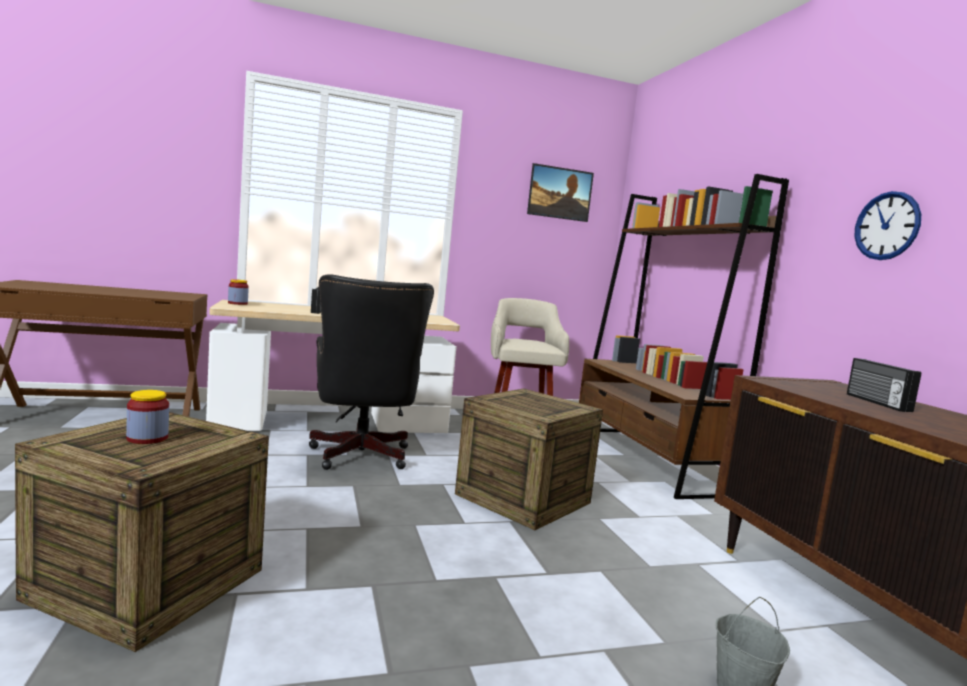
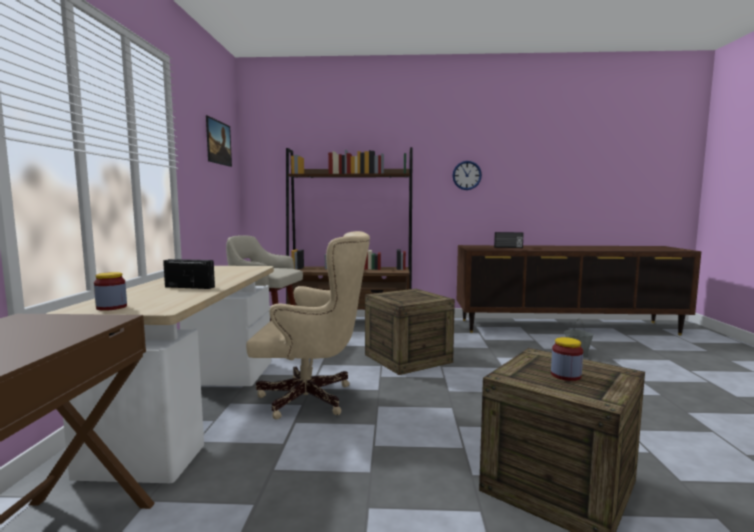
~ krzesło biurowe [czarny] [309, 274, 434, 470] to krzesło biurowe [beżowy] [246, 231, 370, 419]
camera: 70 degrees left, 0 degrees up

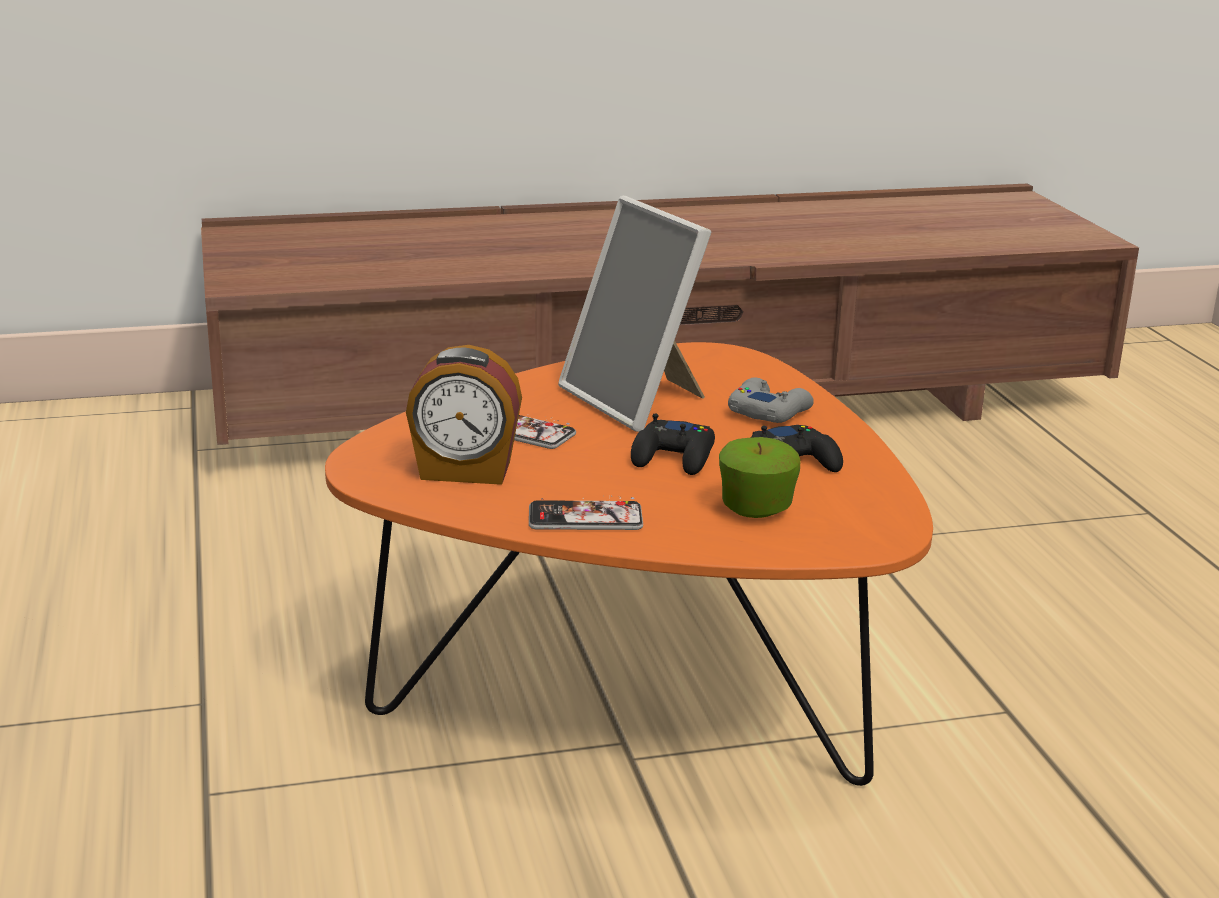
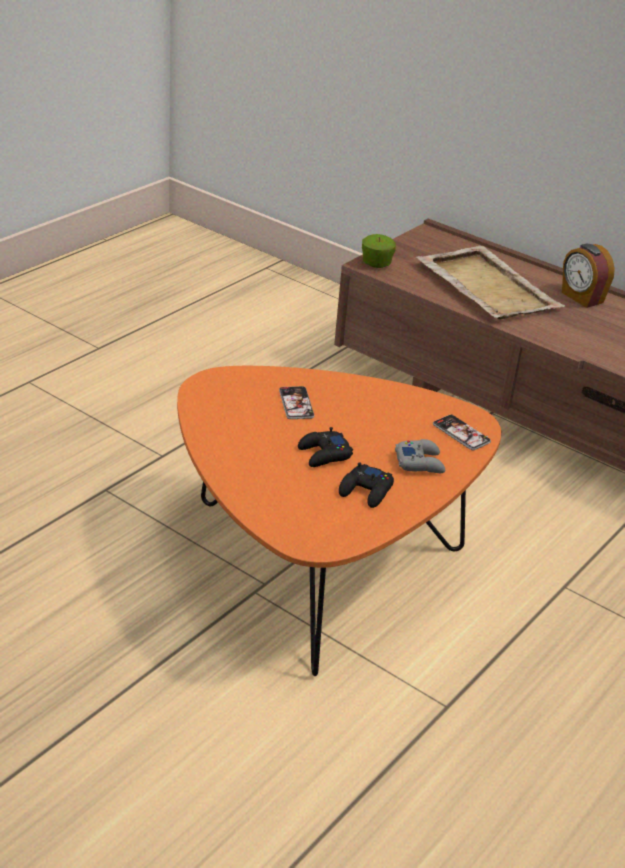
~ jabłko [719, 437, 801, 518] to [362, 234, 396, 268]
+ taca [beżowy] [416, 246, 565, 319]
~ telefon [529, 495, 643, 530] to [433, 415, 491, 450]
~ budzik [406, 345, 522, 485] to [562, 244, 615, 308]
- ramka na zdjęcie [558, 196, 711, 432]
camera: 50 degrees right, 10 degrees up

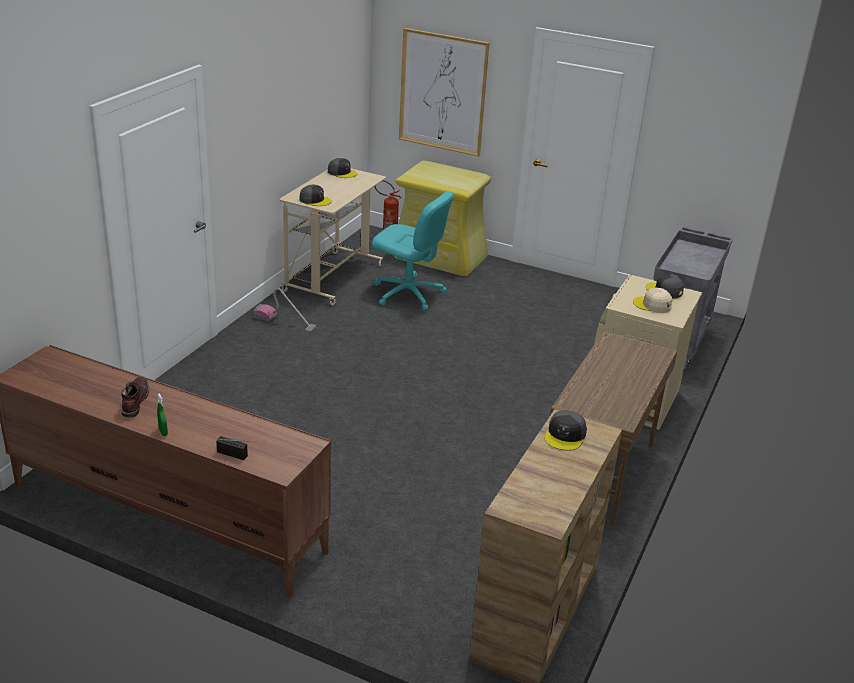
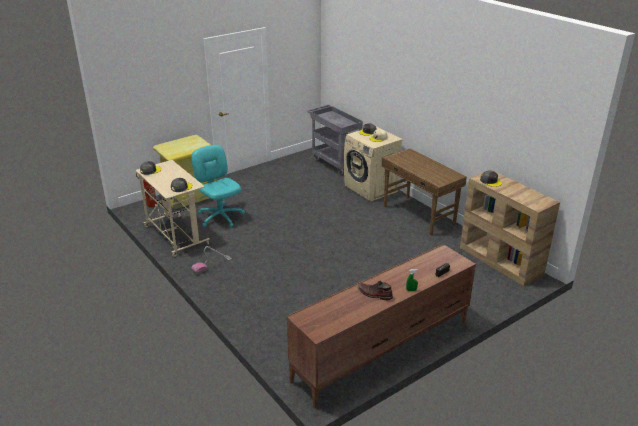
~ krzesło biurowe [turkusowy] [372, 191, 454, 311] = [192, 145, 245, 227] 90 degrees counterclockwise
- obraz [399, 28, 489, 157]
camera: 60 degrees left, 0 degrees up

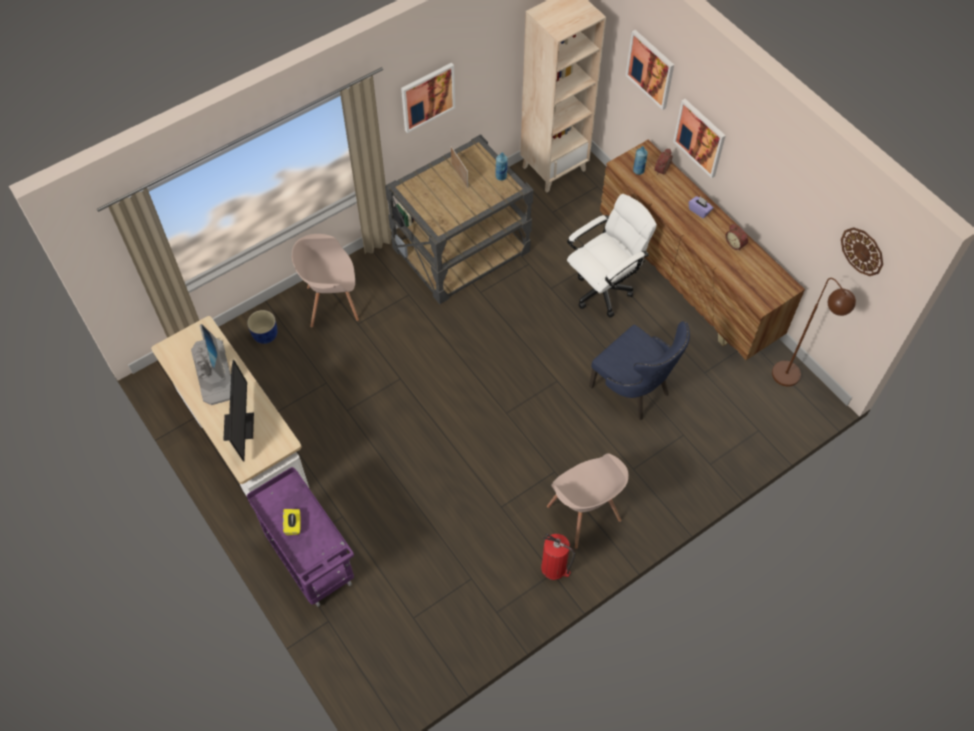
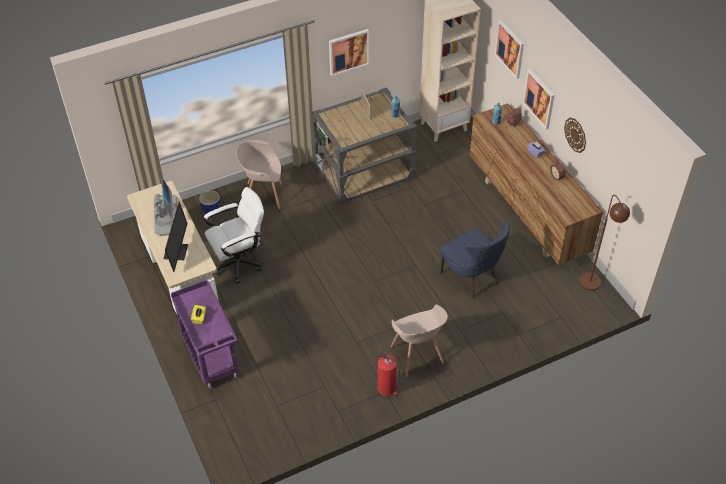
~ krzesło biurowe [biały] [567, 194, 657, 317] to [204, 187, 264, 284]
~ zegar ścienny [841, 227, 883, 276] to [564, 118, 586, 153]
camera: 10 degrees right, 10 degrees down

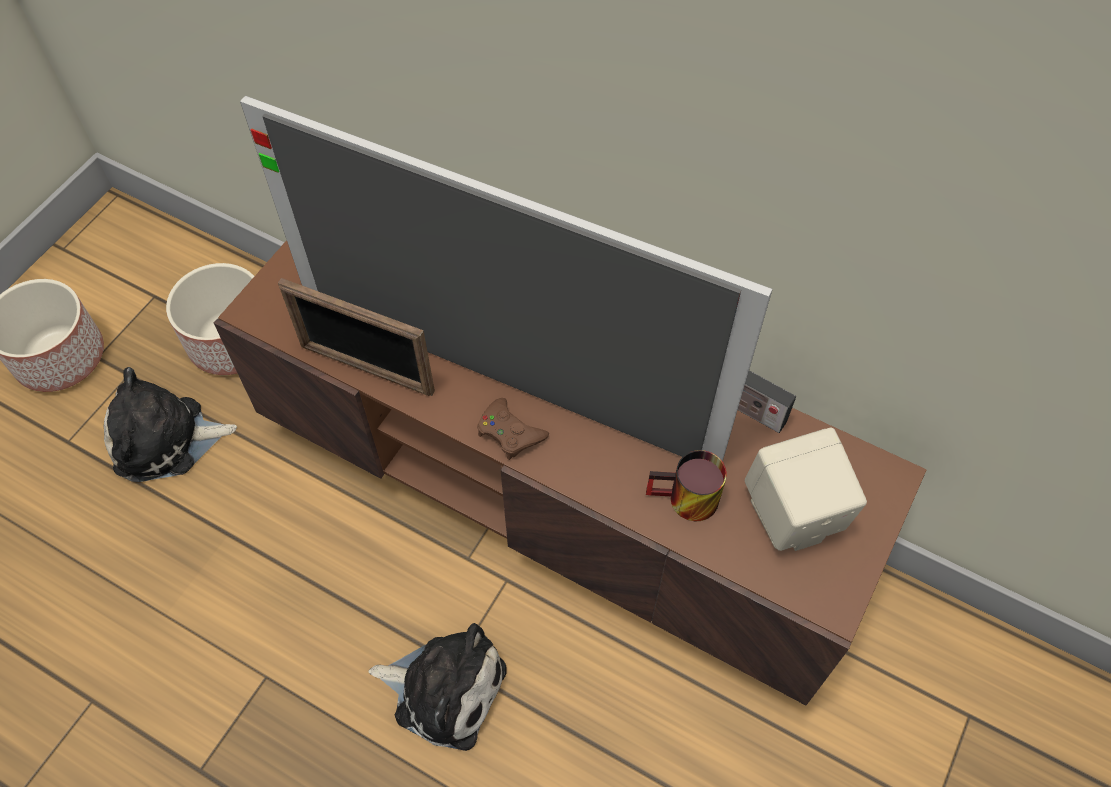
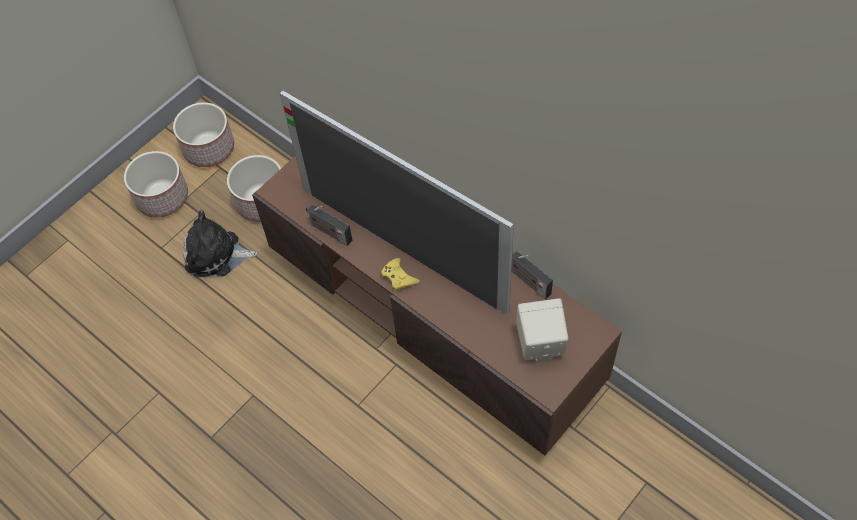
+ donica [173, 102, 234, 167]
~ ramka na zdjęcie [278, 278, 435, 396] to radio [306, 204, 352, 246]
~ pad do gier [brązowy] [477, 398, 549, 460] to pad do gier [żółty] [381, 258, 420, 292]
- pluszak [369, 623, 507, 751]
- kubek [646, 450, 727, 521]
camera: 15 degrees right, 0 degrees up

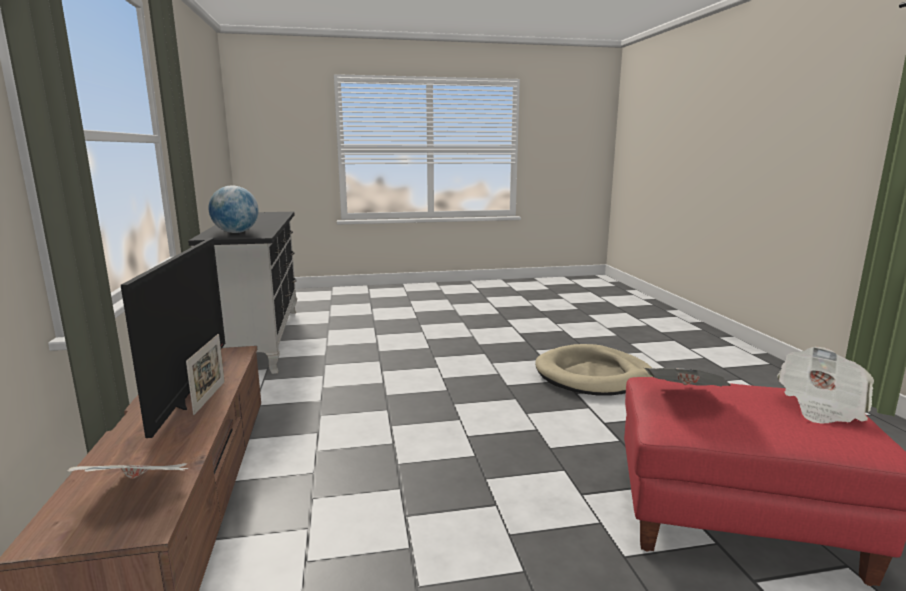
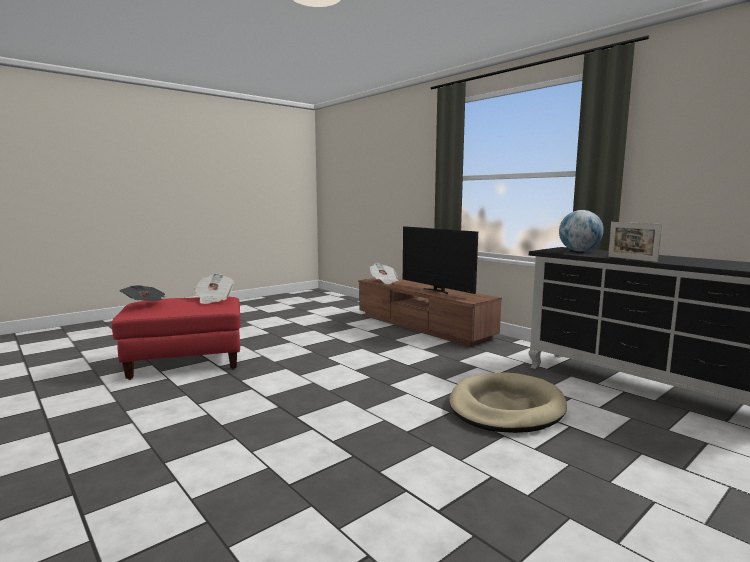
~ legowisko [beżowy] [535, 344, 654, 396] to [449, 373, 567, 433]
~ ramka na zdjęcie [186, 334, 225, 415] to [608, 222, 662, 262]
camera: 150 degrees right, 5 degrees down

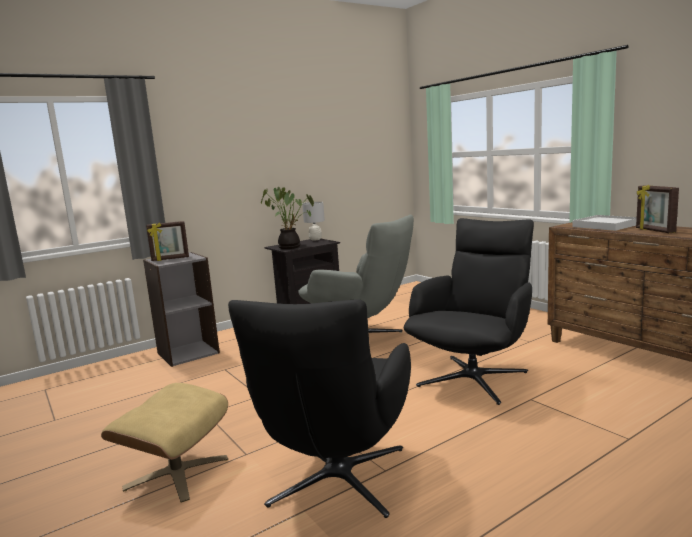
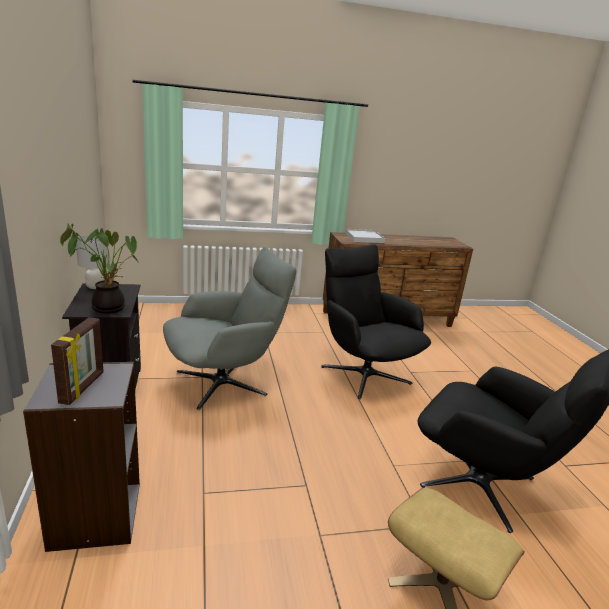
- ramka na zdjęcie [636, 185, 679, 233]
camera: 70 degrees left, 10 degrees up

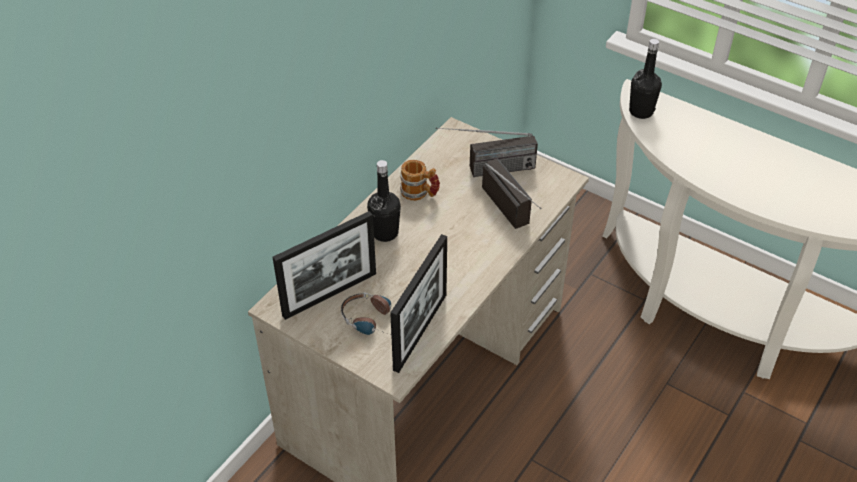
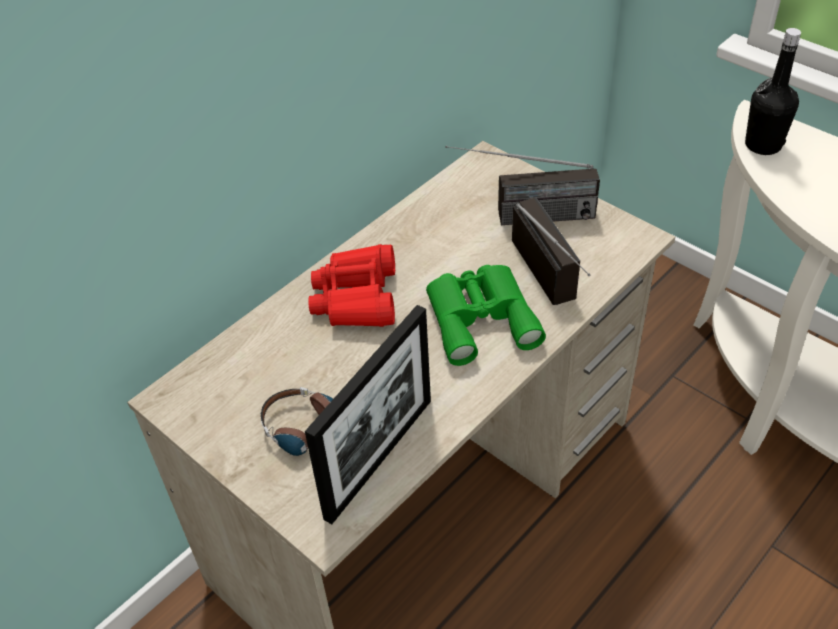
~ butelka [czarny] [367, 160, 401, 242] to lornetka [czerwony] [308, 244, 395, 327]
+ lornetka [zielony] [426, 265, 546, 366]
- ramka na zdjęcie [273, 211, 376, 320]
- kubek [400, 160, 440, 201]
camera: 10 degrees right, 0 degrees up

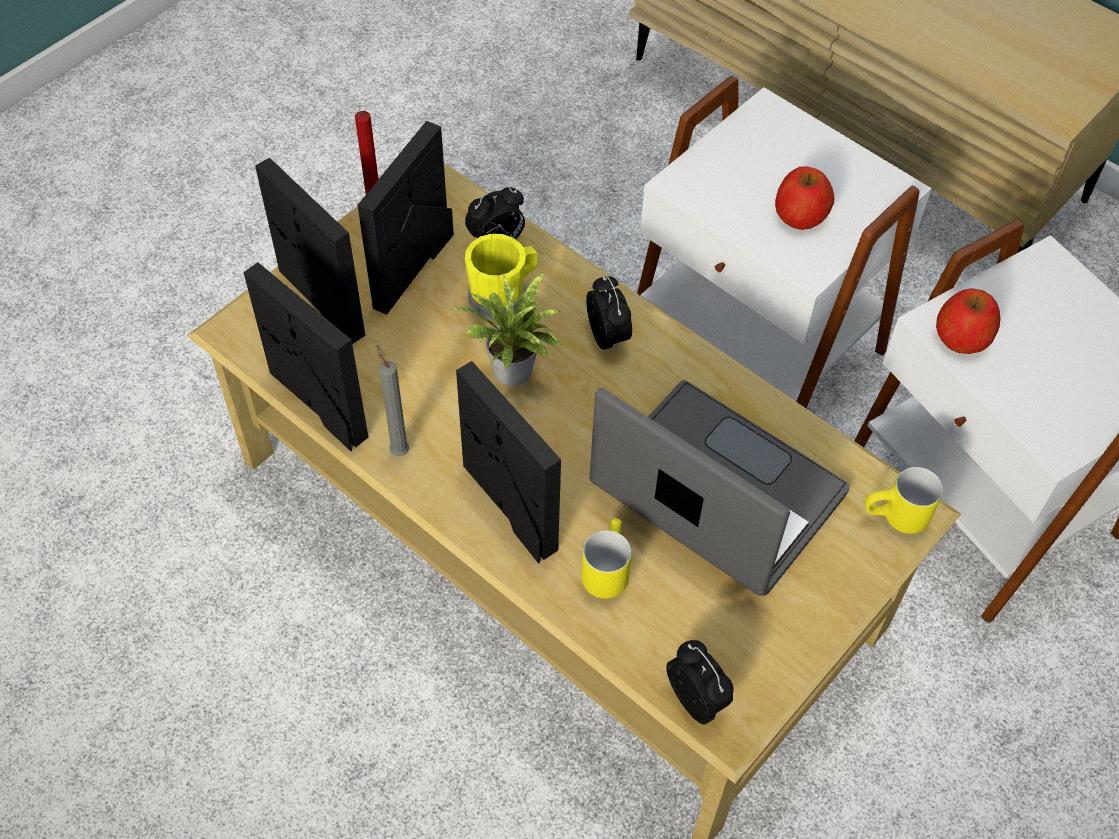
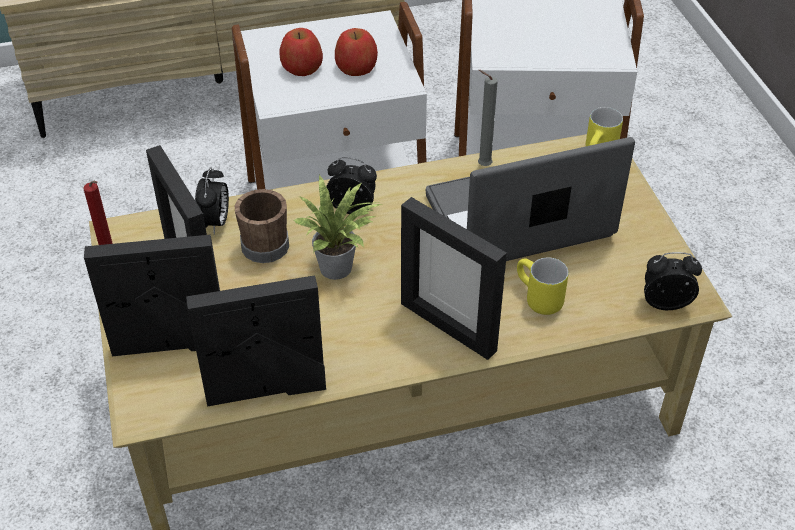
~ kubek [żółty] [465, 234, 537, 320] to kubek [brązowy] [235, 189, 289, 263]
~ jabłko [936, 288, 1000, 354] to [280, 28, 323, 76]
~ ramka na zdjęcie [456, 361, 561, 564] = [401, 197, 507, 360] 135 degrees counterclockwise
~ świeca [szary] [377, 345, 409, 457] to [478, 70, 498, 166]
camera: 55 degrees left, 10 degrees down

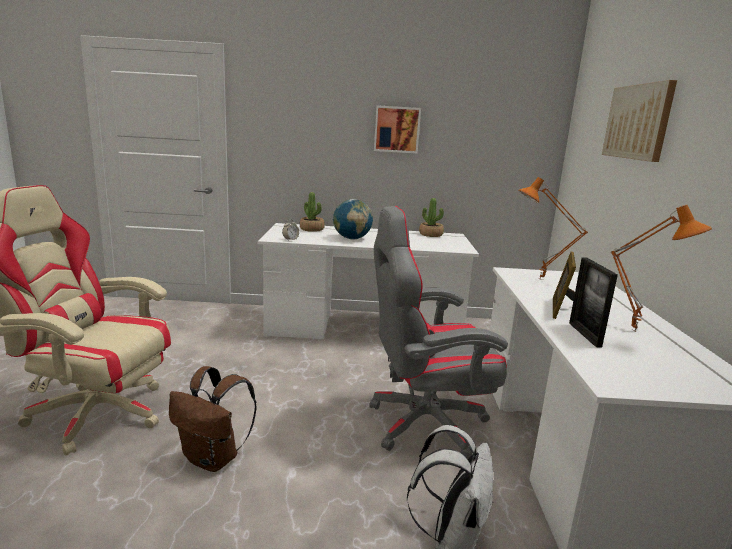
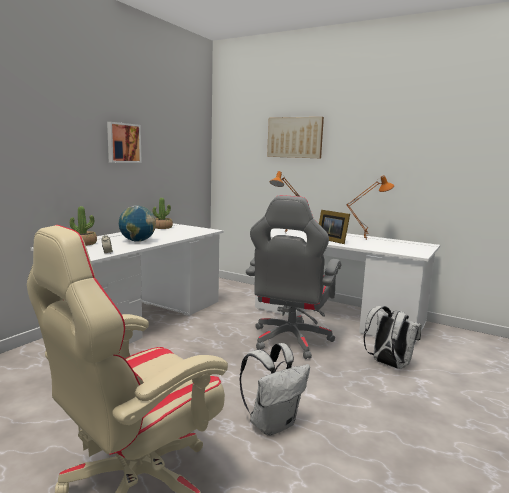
~ plecak [brązowy] [169, 366, 257, 472] to plecak [biały] [239, 343, 310, 436]
- ramka na zdjęcie [569, 257, 618, 347]
camera: 60 degrees left, 5 degrees down

